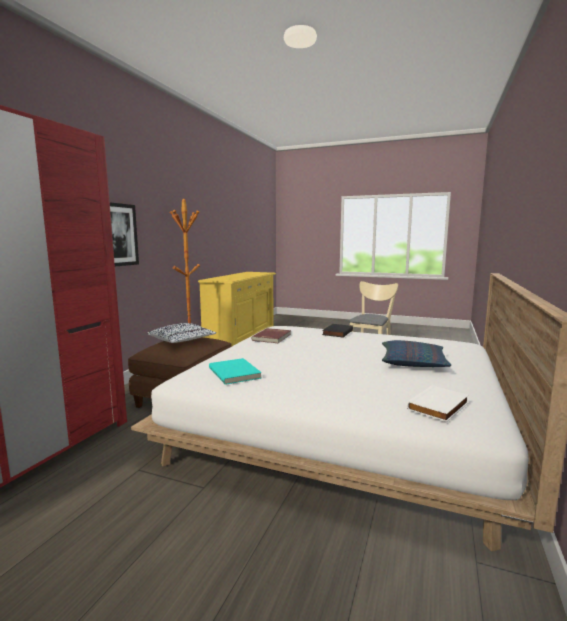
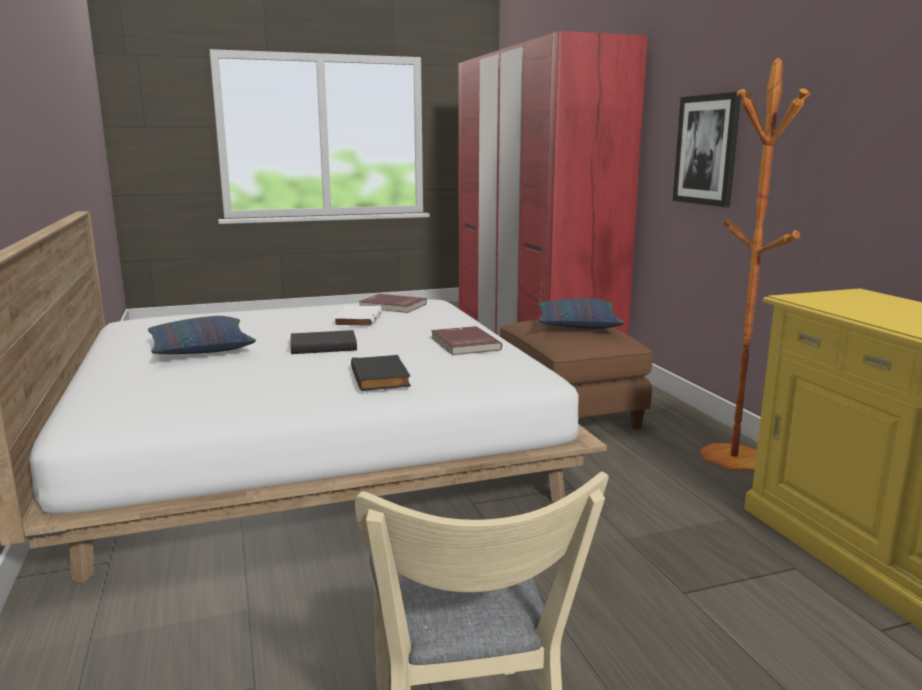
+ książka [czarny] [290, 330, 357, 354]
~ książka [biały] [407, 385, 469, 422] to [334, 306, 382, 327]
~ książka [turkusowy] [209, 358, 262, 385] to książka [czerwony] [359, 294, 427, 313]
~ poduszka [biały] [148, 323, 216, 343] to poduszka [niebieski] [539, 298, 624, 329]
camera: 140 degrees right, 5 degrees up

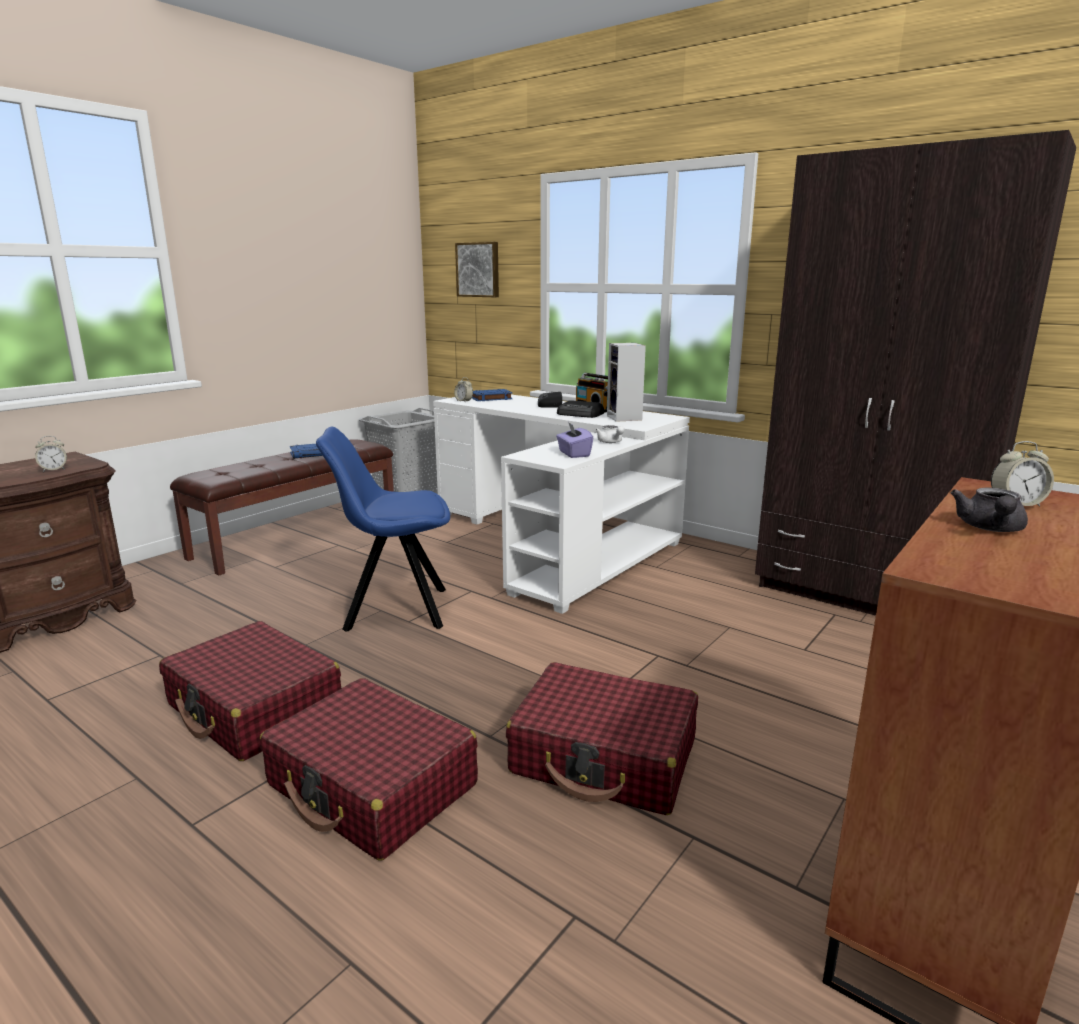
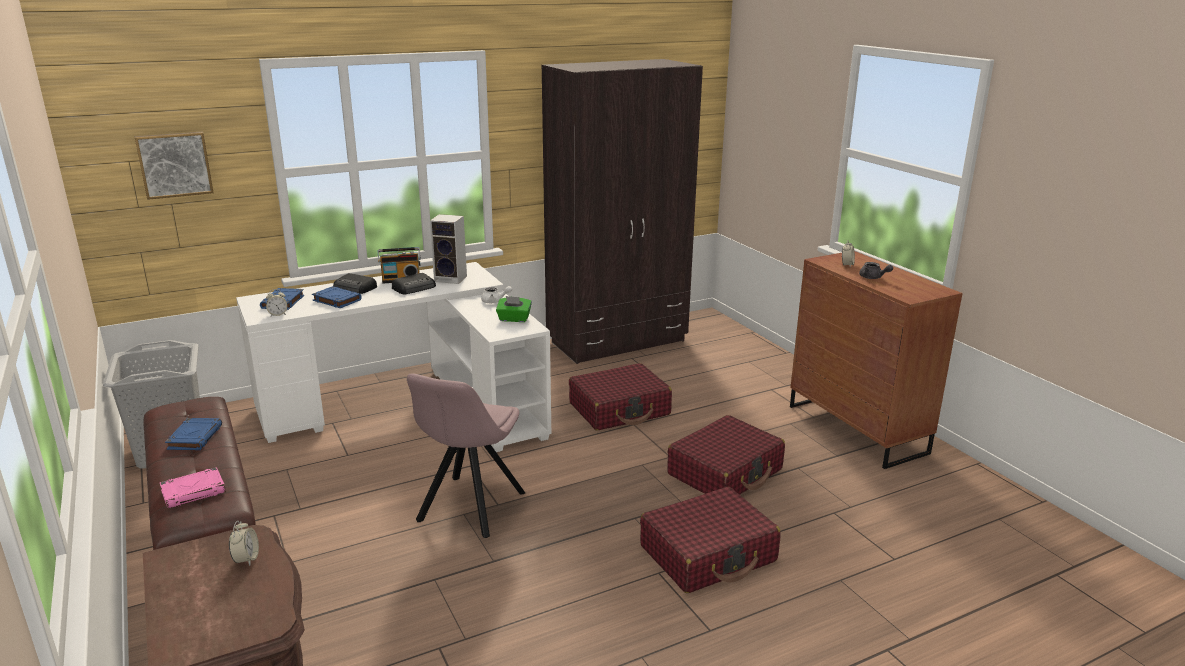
+ książka [różowy] [160, 467, 226, 509]
+ książka [niebieski] [312, 286, 362, 308]
~ krzesło [niebieski] [316, 427, 450, 632] to krzesło [różowy] [407, 373, 525, 538]
~ pudełko chusteczek [fioletowy] [556, 422, 593, 458] to pudełko chusteczek [zielony] [496, 296, 532, 322]
~ walizka [czerwony] [159, 621, 341, 761] to [569, 363, 672, 430]
camera: 65 degrees left, 5 degrees up

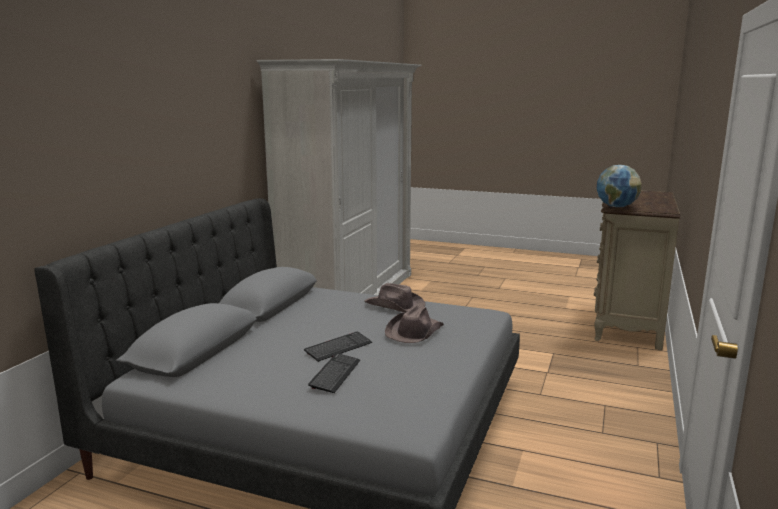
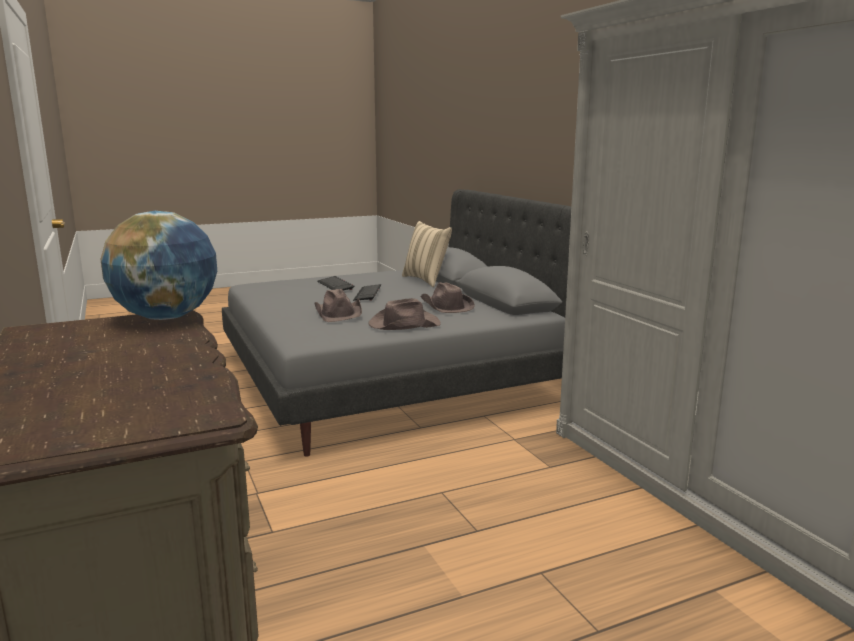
+ poduszka [beżowy] [402, 221, 452, 287]
+ kapelusz [brązowy] [421, 282, 475, 313]
camera: 135 degrees right, 0 degrees up

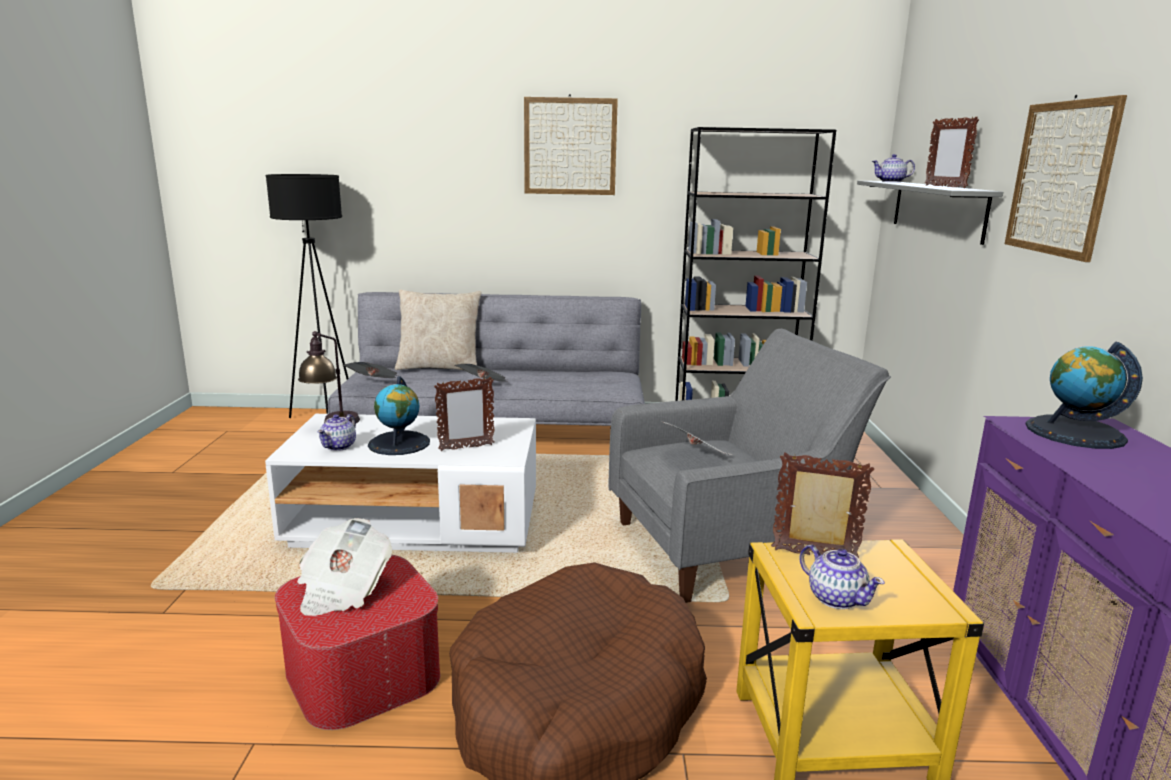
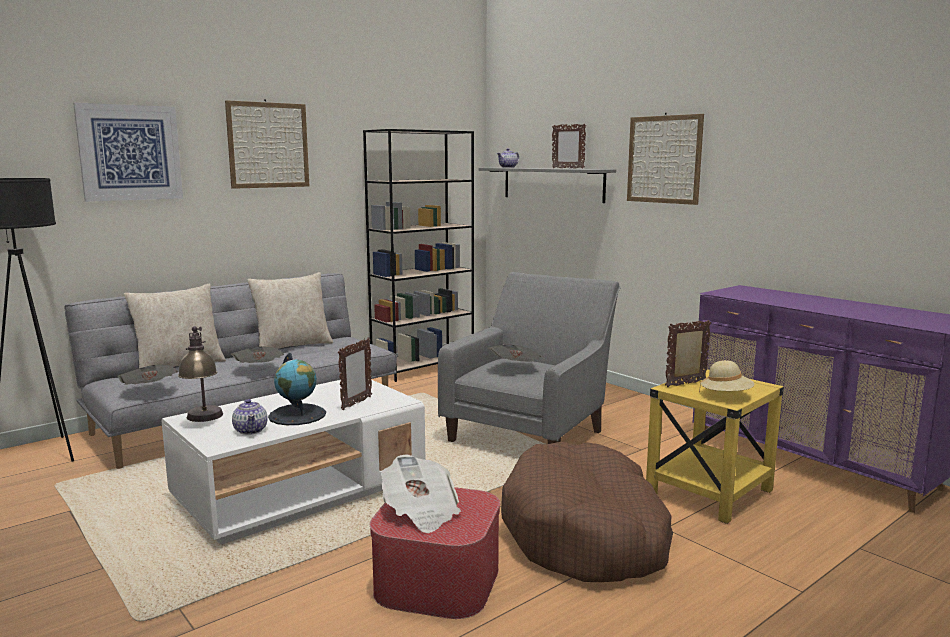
+ obraz [73, 103, 183, 202]
+ poduszka [beżowy] [247, 272, 333, 349]
~ imbryk [799, 545, 885, 609] to kapelusz [beżowy] [699, 360, 754, 393]
- globus [1026, 341, 1143, 449]
camera: 40 degrees left, 5 degrees down

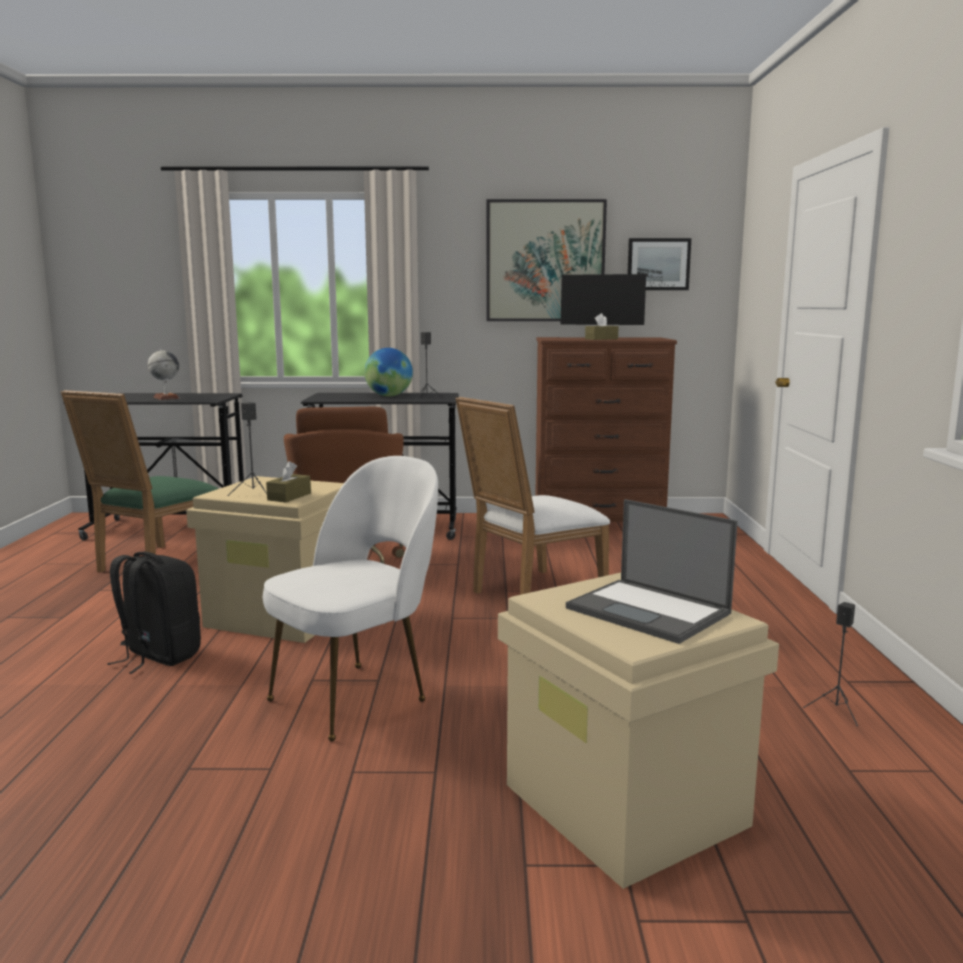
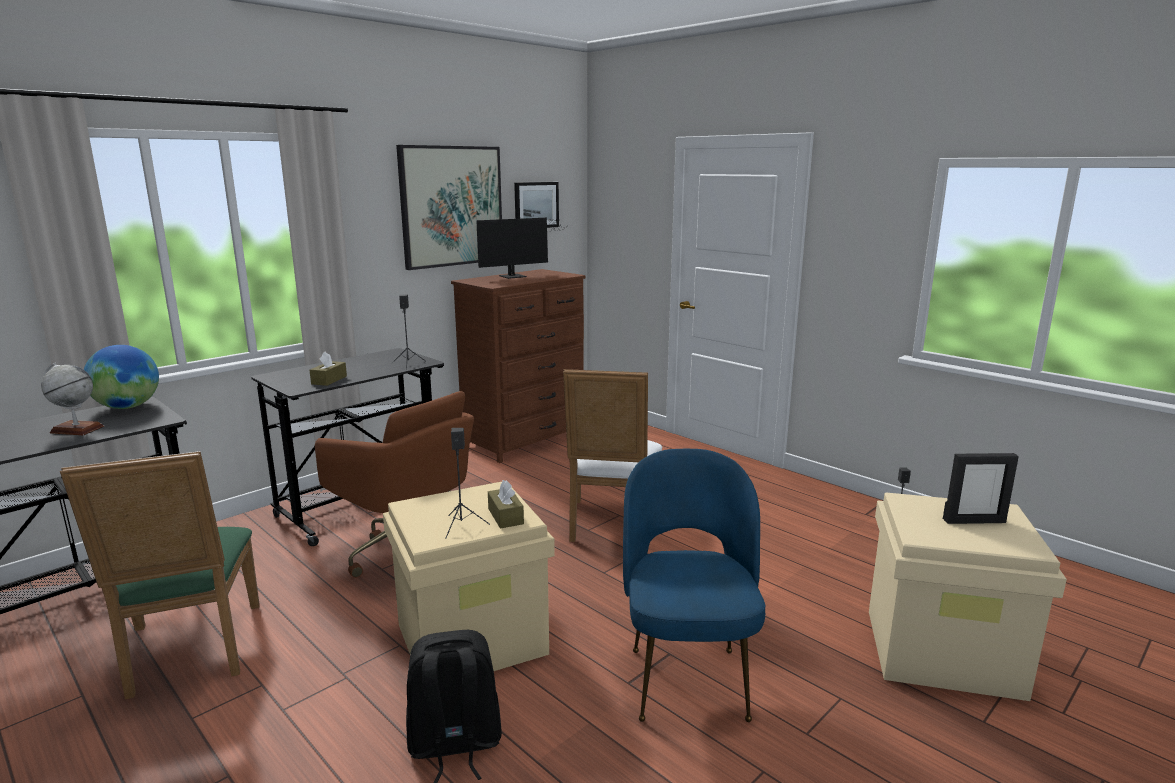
~ globus [364, 348, 413, 396] to [84, 345, 159, 409]
~ pudełko chusteczek [brązowy] [585, 313, 619, 340] to [309, 351, 347, 386]
~ krzesło [biały] [263, 456, 438, 742] to krzesło [niebieski] [623, 449, 765, 722]
~ laptop [566, 499, 738, 644] to ramka na zdjęcie [943, 453, 1019, 524]
camera: 45 degrees left, 5 degrees up

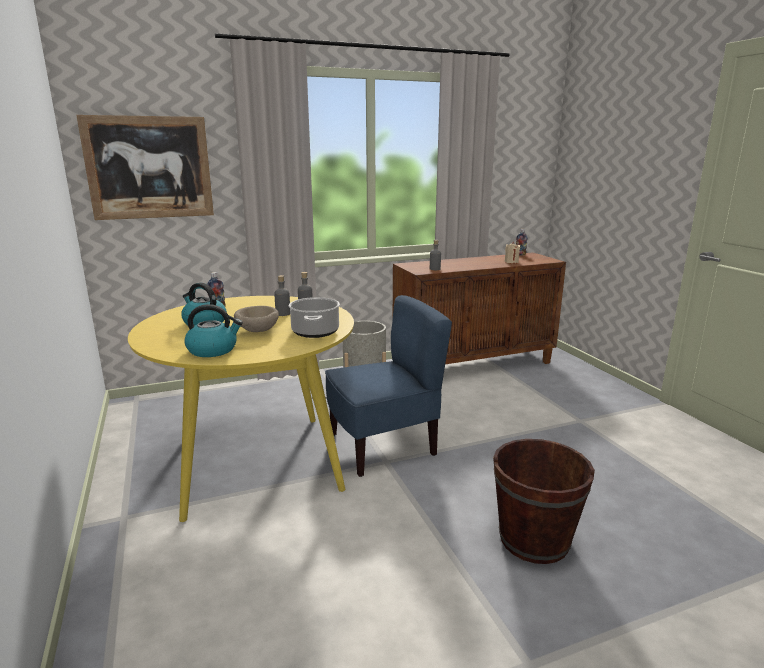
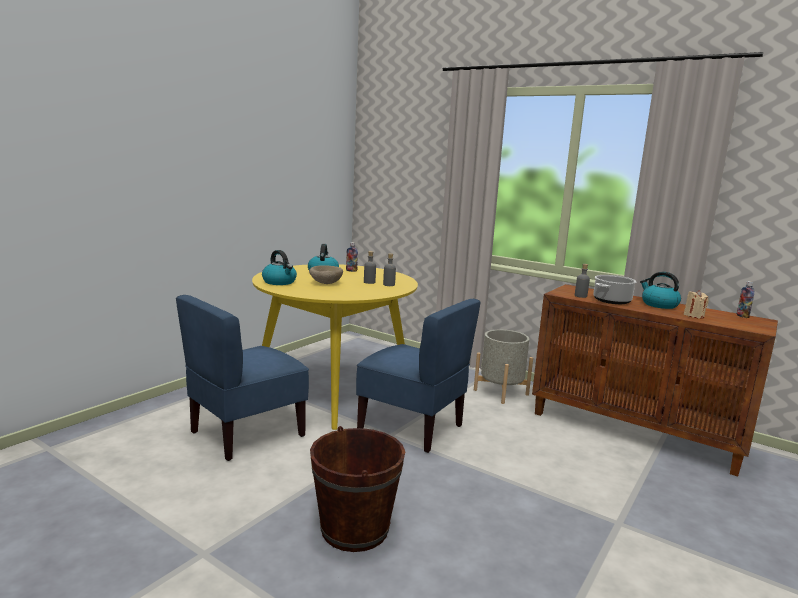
+ krzesło [niebieski] [176, 295, 309, 461]
~ garnek [289, 297, 340, 338] to [593, 275, 636, 304]
+ czajnik [640, 272, 681, 309]
- obraz [76, 115, 214, 220]
camera: 55 degrees right, 5 degrees down

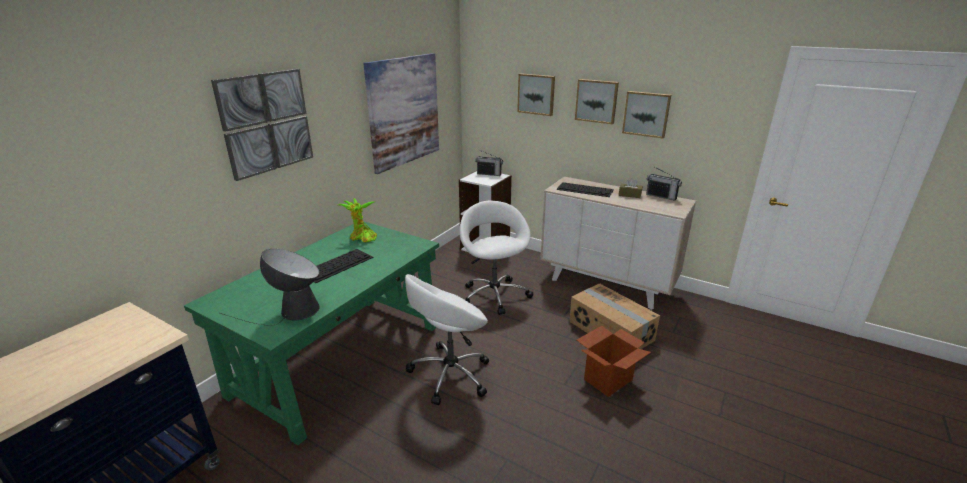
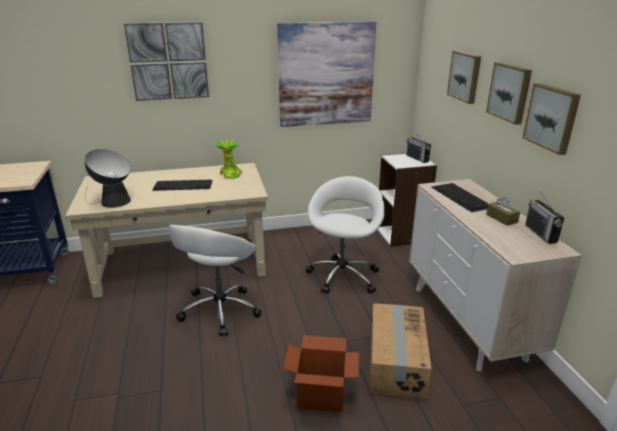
~ biurko [zielony] [184, 221, 439, 445] to biurko [beżowy] [65, 163, 268, 298]
~ krzesło biurowe [biały] [405, 274, 489, 405] = [169, 225, 262, 336] 75 degrees counterclockwise
camera: 45 degrees right, 0 degrees up

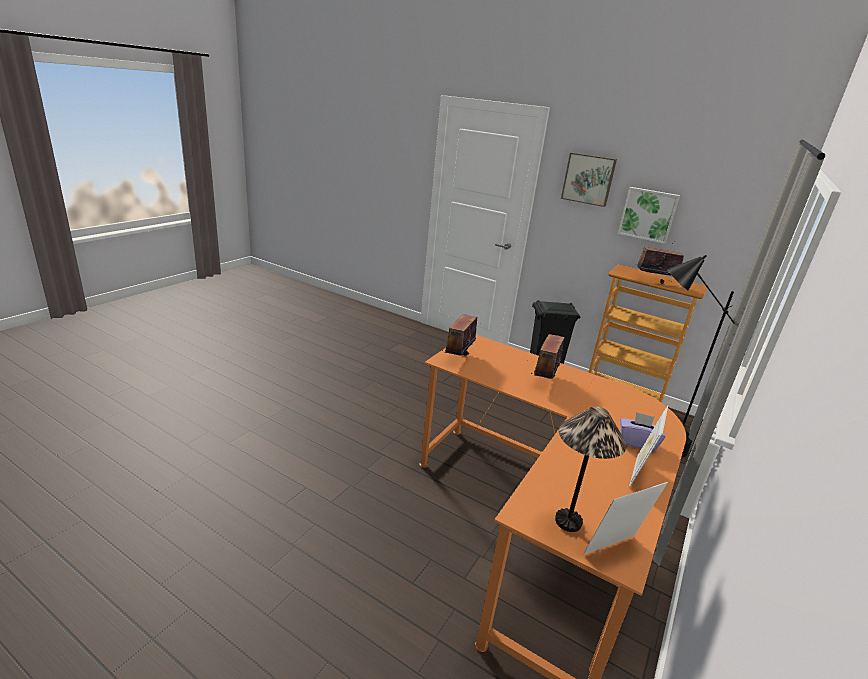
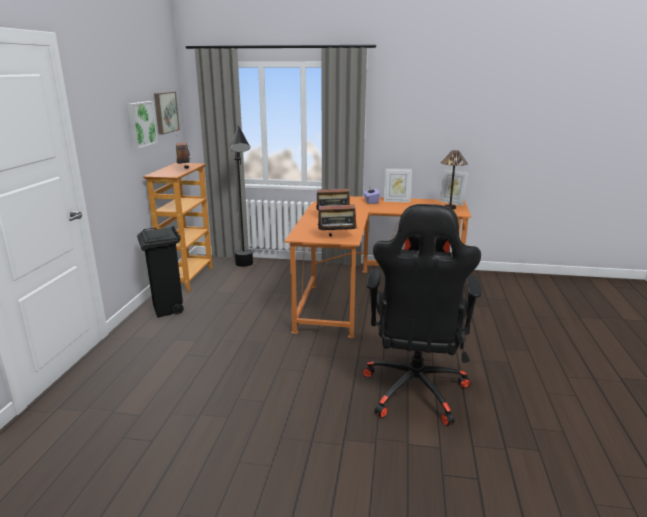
~ obraz [561, 152, 617, 207] to [154, 92, 180, 134]
+ krzesło biurowe [czarny] [363, 204, 481, 426]
camera: 110 degrees left, 5 degrees down

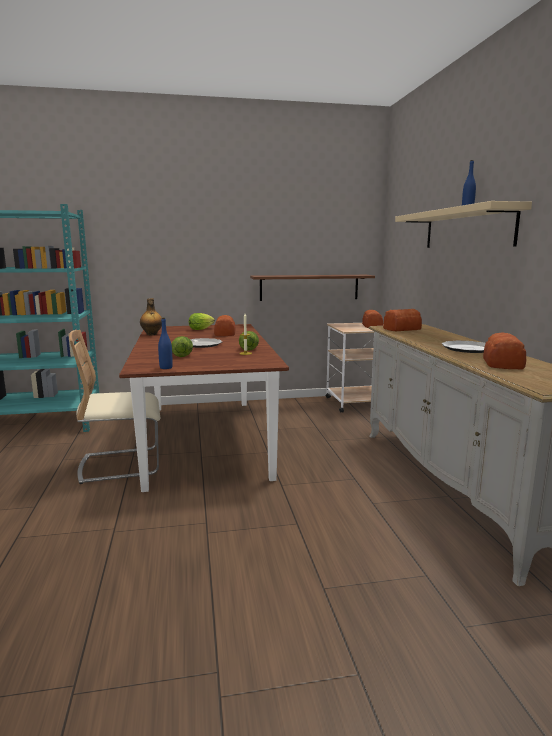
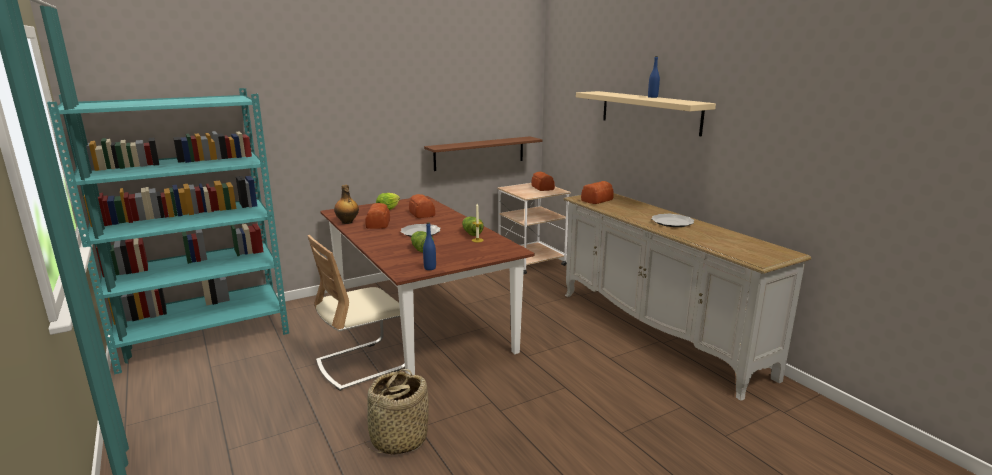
+ koszyk [364, 369, 429, 455]
~ chleb [483, 333, 526, 369] to [365, 203, 390, 229]
camera: 20 degrees left, 5 degrees up

